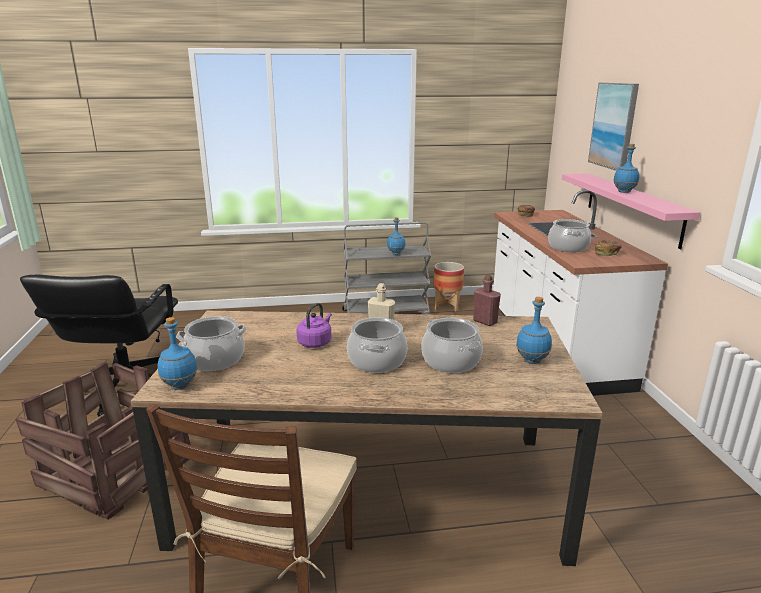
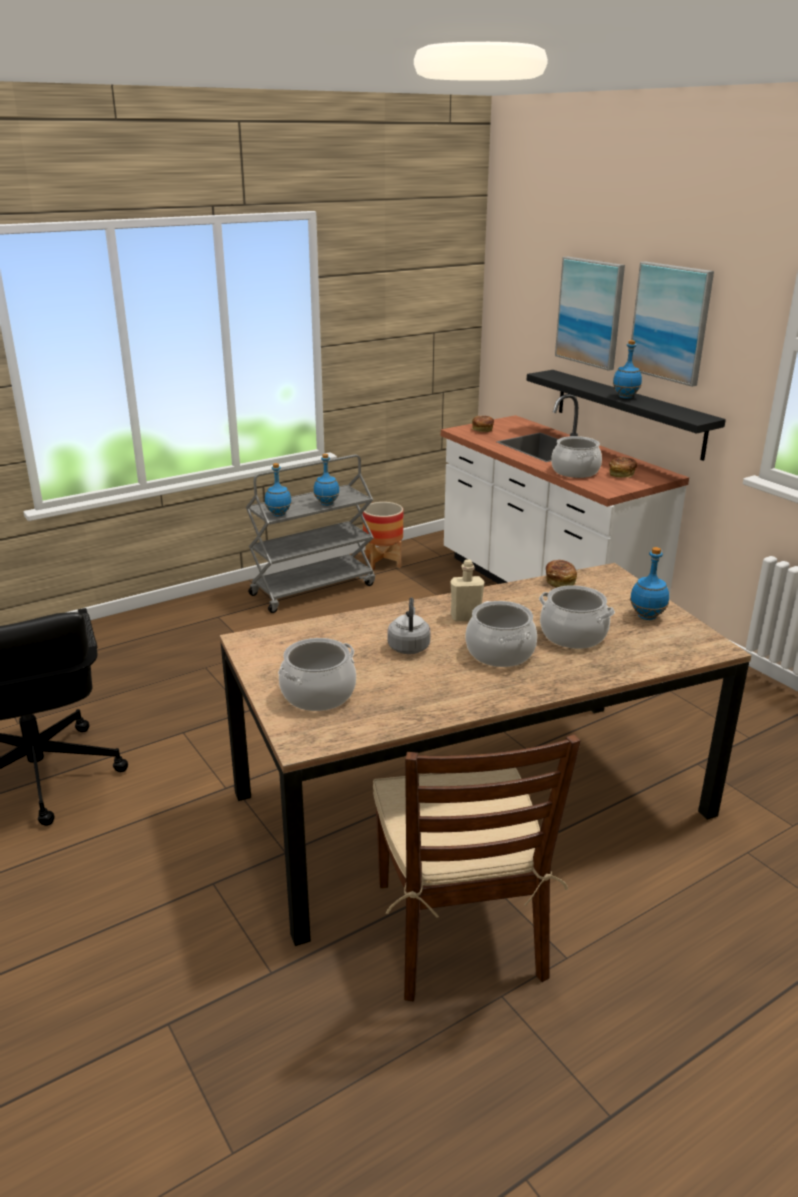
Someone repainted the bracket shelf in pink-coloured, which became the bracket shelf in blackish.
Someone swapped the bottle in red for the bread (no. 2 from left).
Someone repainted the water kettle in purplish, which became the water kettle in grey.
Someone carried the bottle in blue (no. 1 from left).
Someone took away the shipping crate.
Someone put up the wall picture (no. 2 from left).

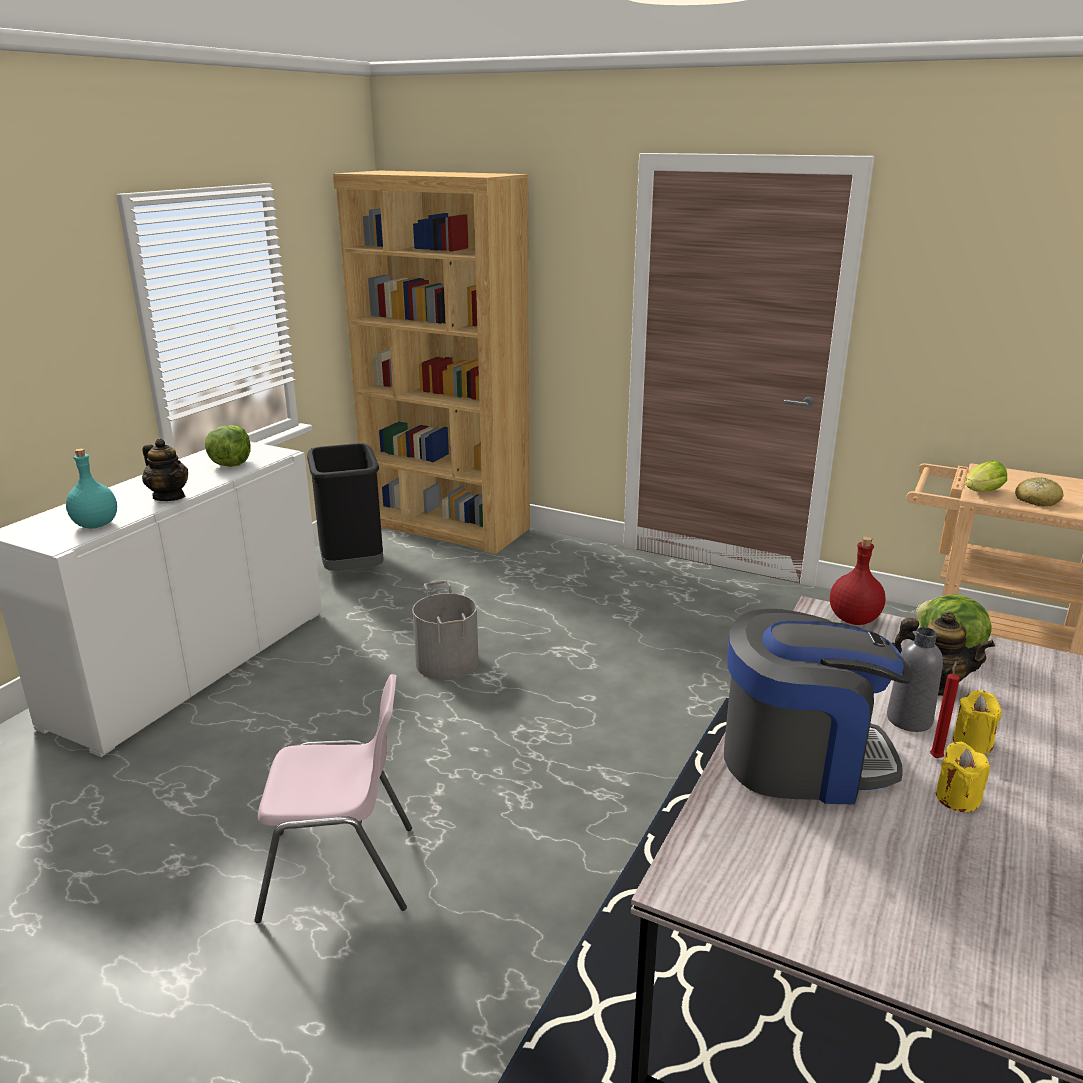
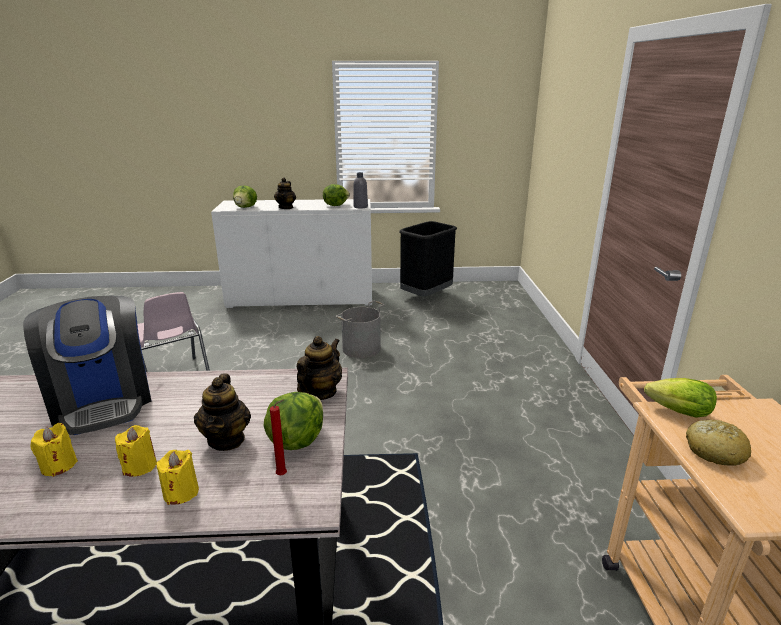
Someone took away the bookcase in brown-coloured.
Someone swapped the bottle in blue-green for the head of lettuce (no. 1 from left).
Someone swapped the bottle in red for the pot for tea (no. 3 from left).
Someone carried the bottle in grey.
Someone carried the candle in red.
Someone put down the candle in yellow-coloured (no. 3 from left).

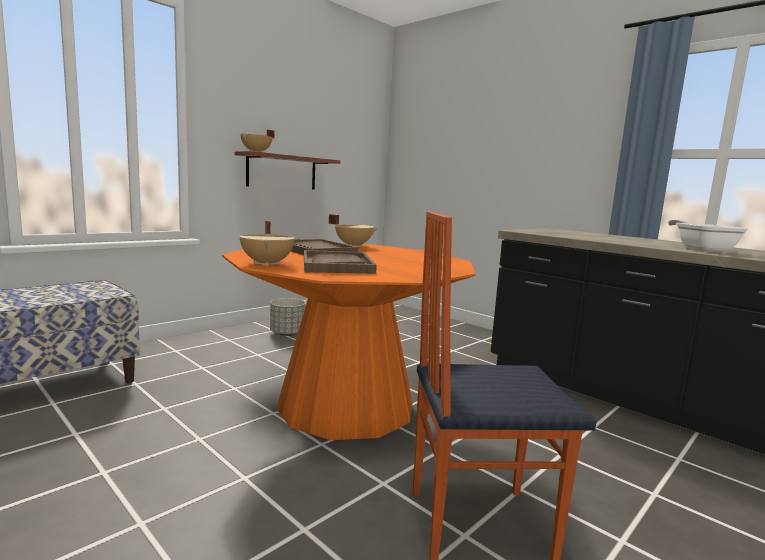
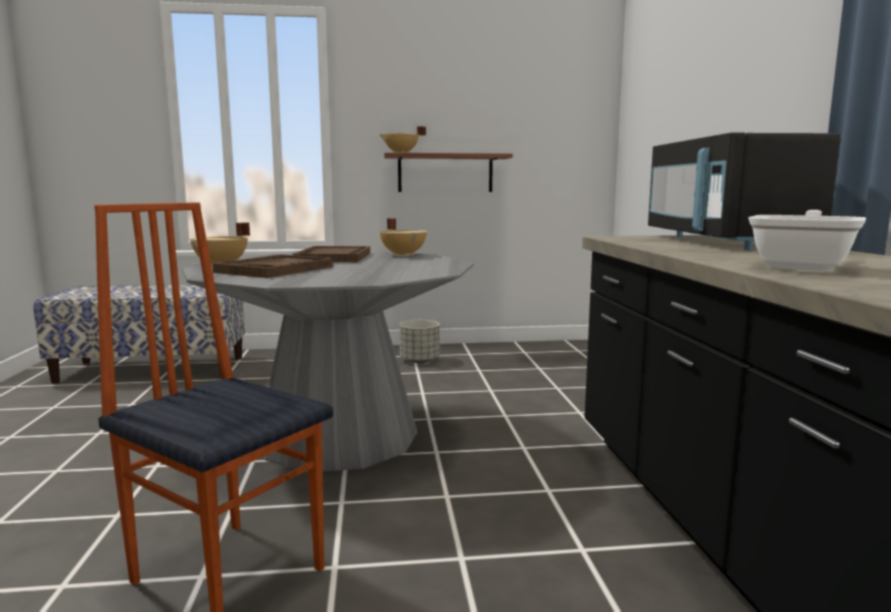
Someone repainted the dinner table in orange-coloured, which became the dinner table in grey.
Someone put down the microwave in blackish.

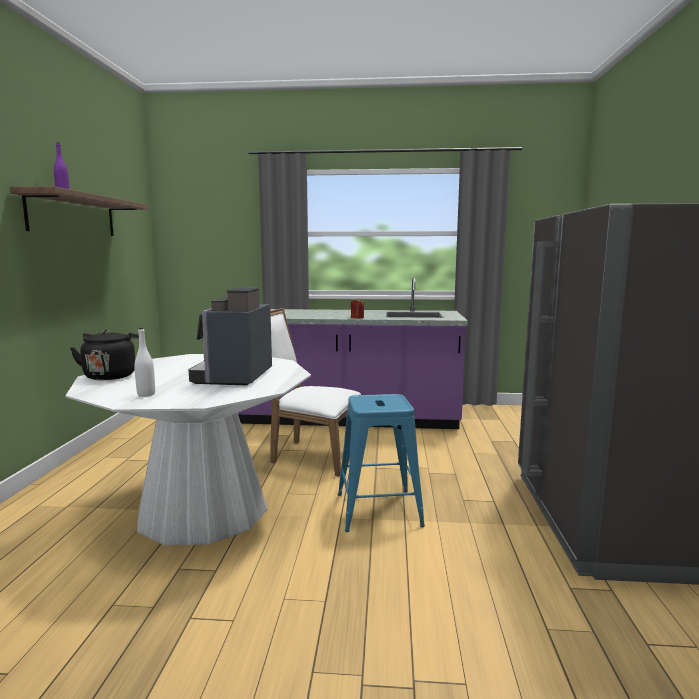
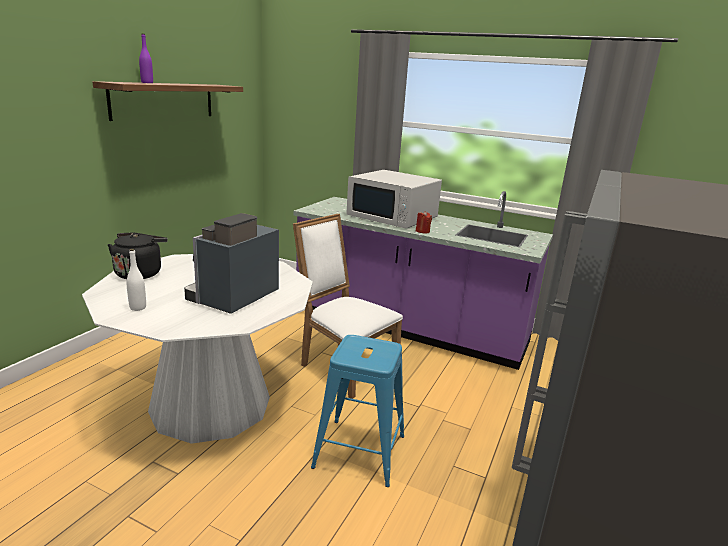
Someone put down the microwave in white.

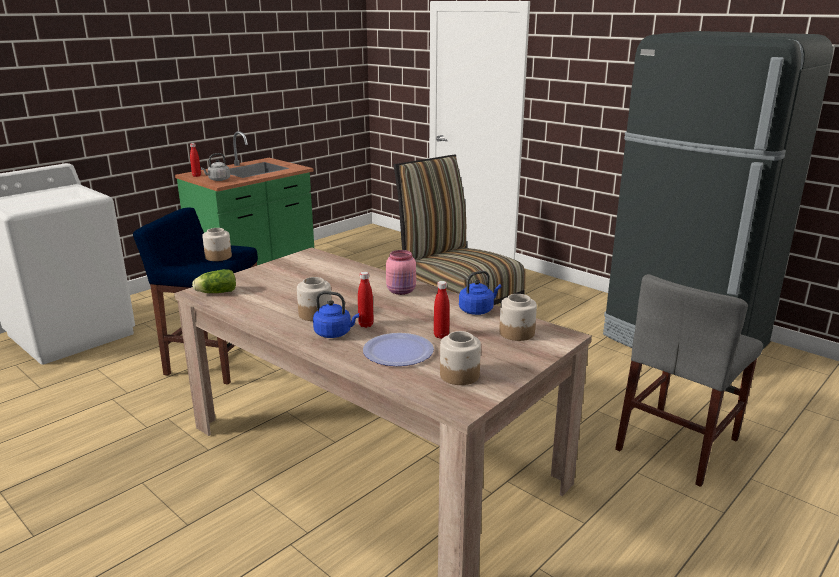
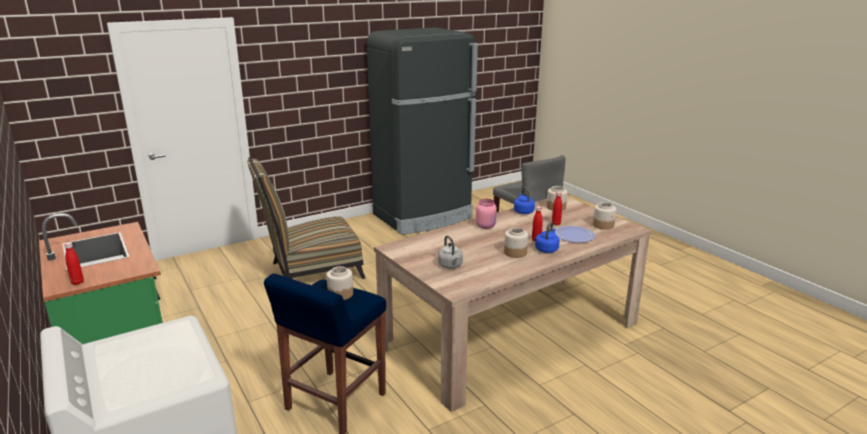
Someone carried the water kettle in grey.
Someone took away the head of lettuce.

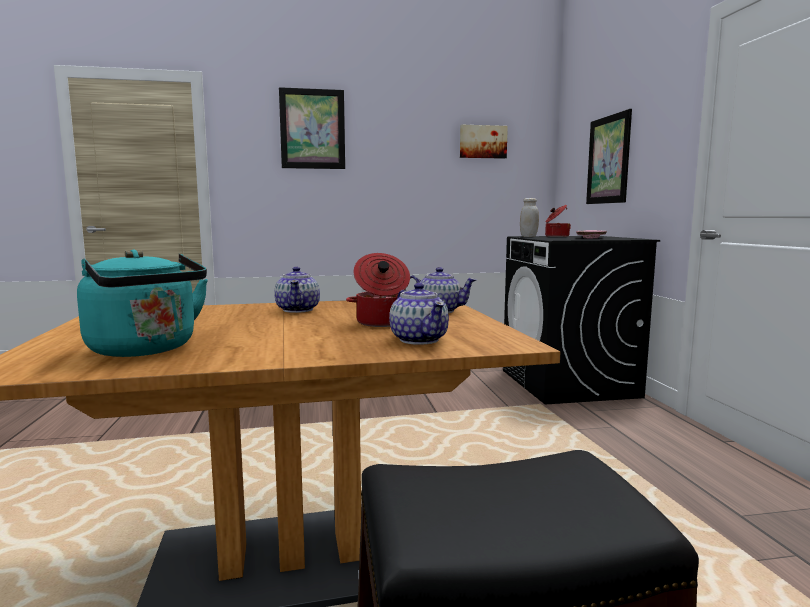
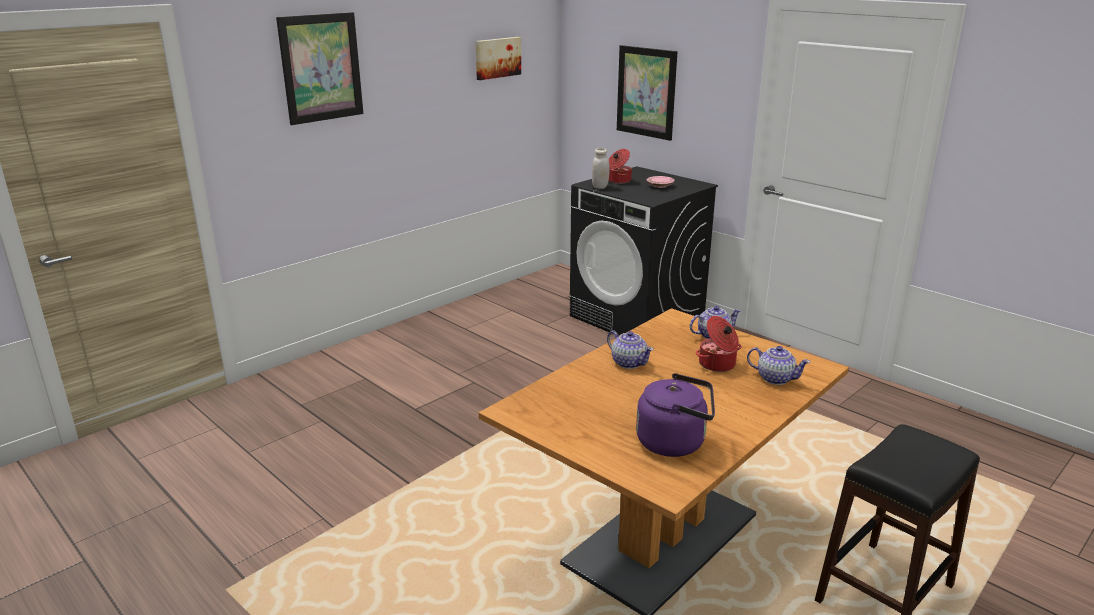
Someone repainted the water kettle in blue-green, which became the water kettle in purplish.

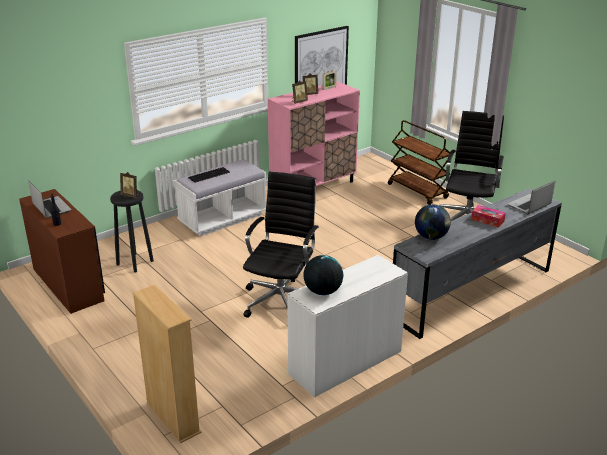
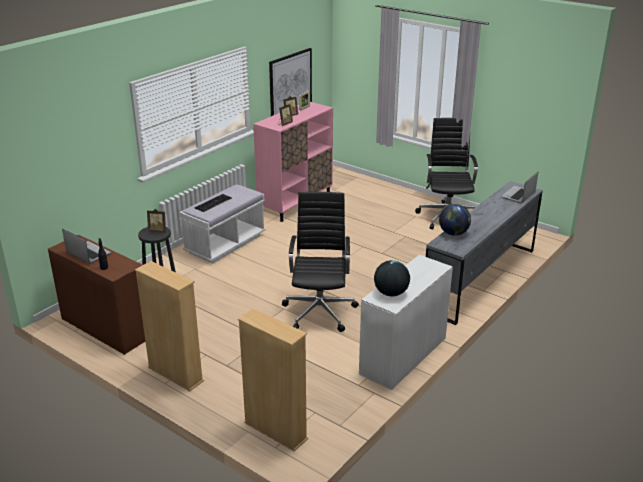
Someone took away the wheeled cart in brown-coloured.
Someone took away the tissue box.
Someone put down the bookcase in beige (no. 1 from left).

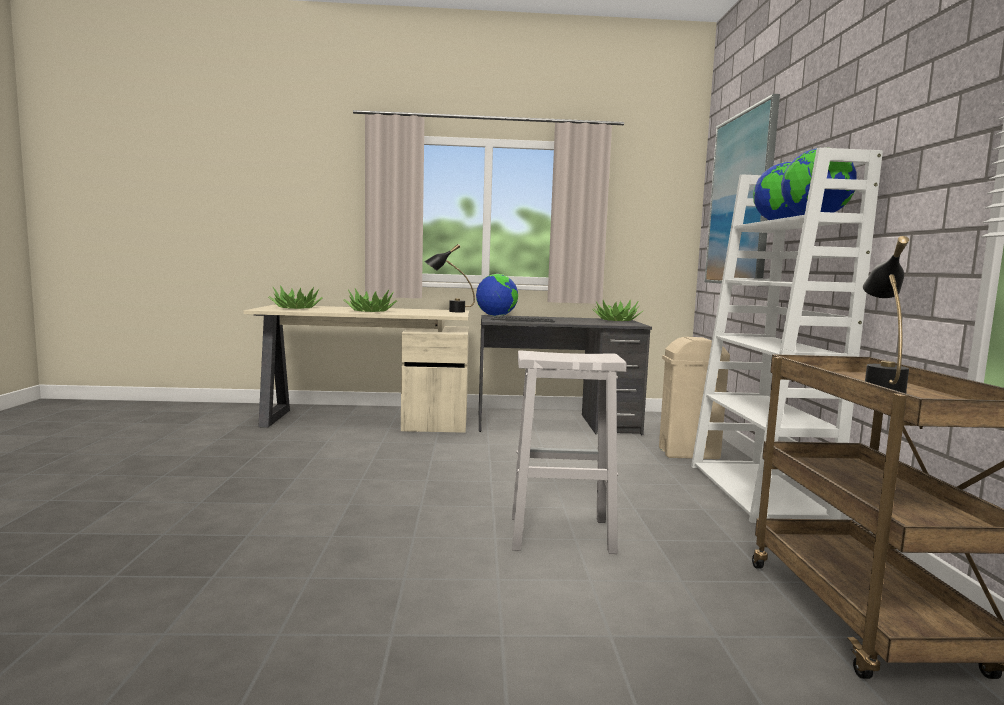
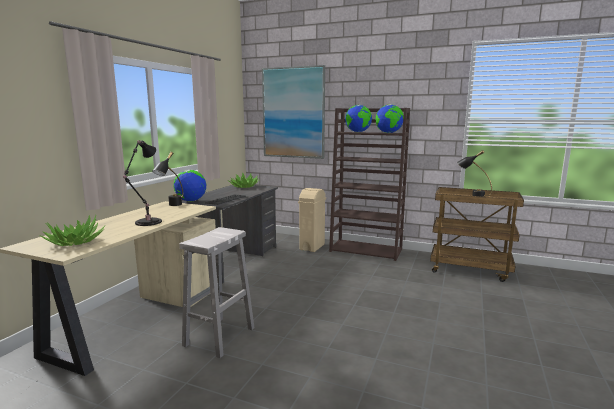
Someone repainted the bookcase in white, which became the bookcase in brown-coloured.
Someone swapped the plant in a pot (no. 2 from left) for the lamp for a table in blackish (no. 1 from left).
Someone carried the stool in white.

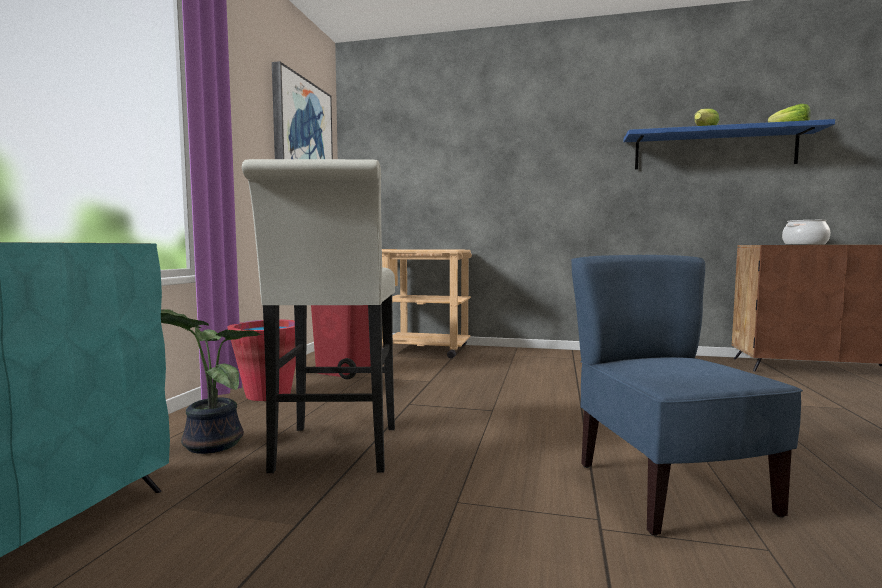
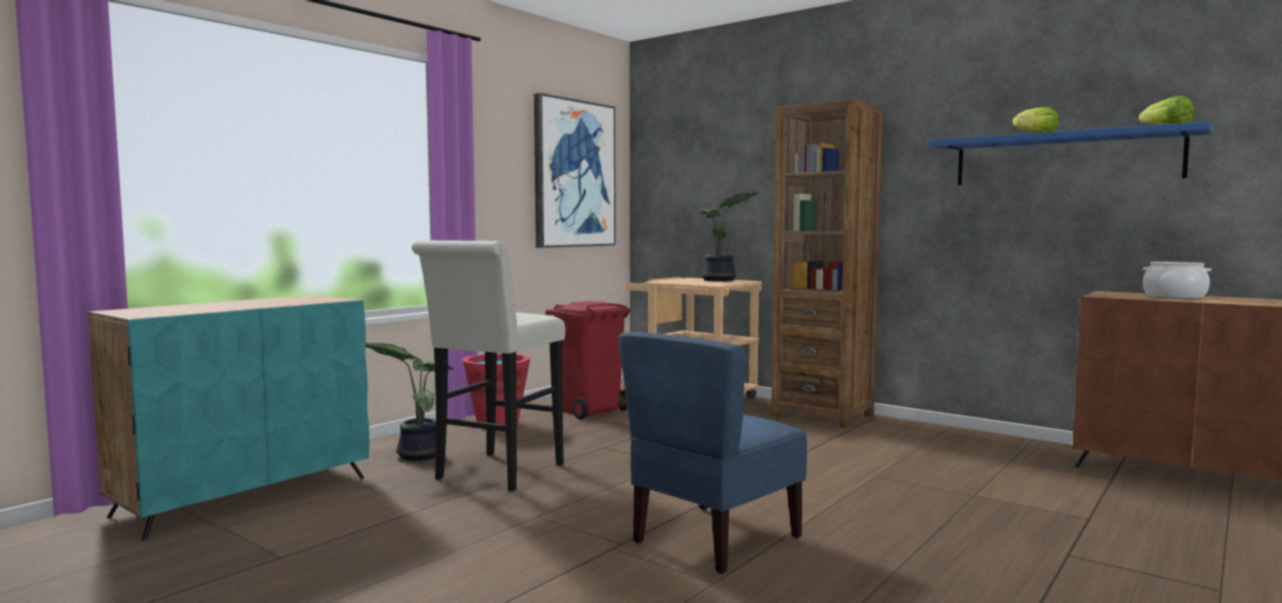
Someone rotated the upright chair in blue by 150 degrees counterclockwise.
Someone put down the bookcase in brown-coloured.
Someone put down the plant in a pot (no. 2 from left).

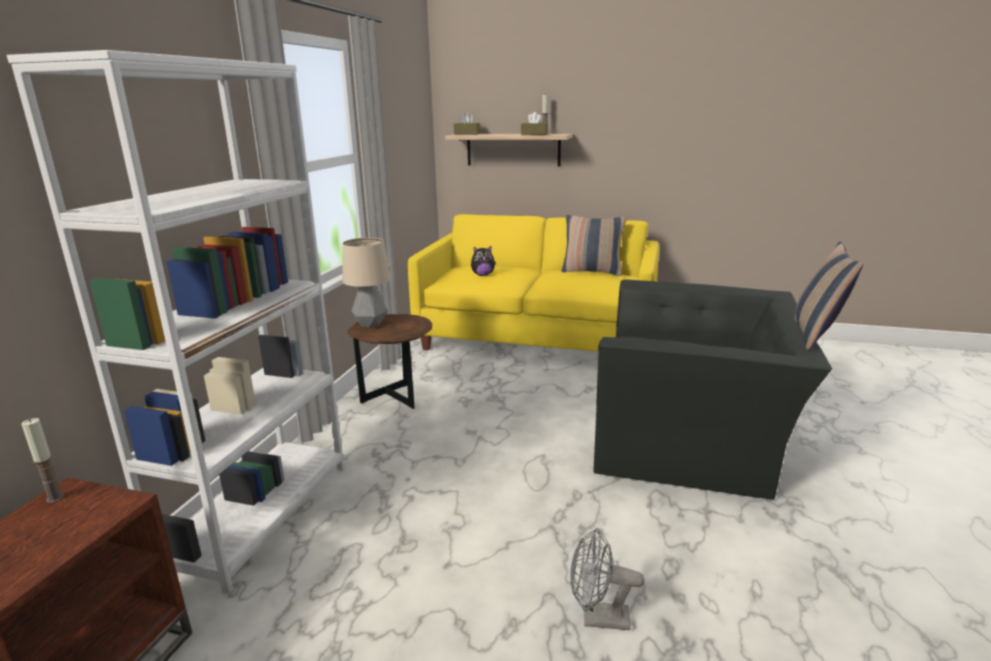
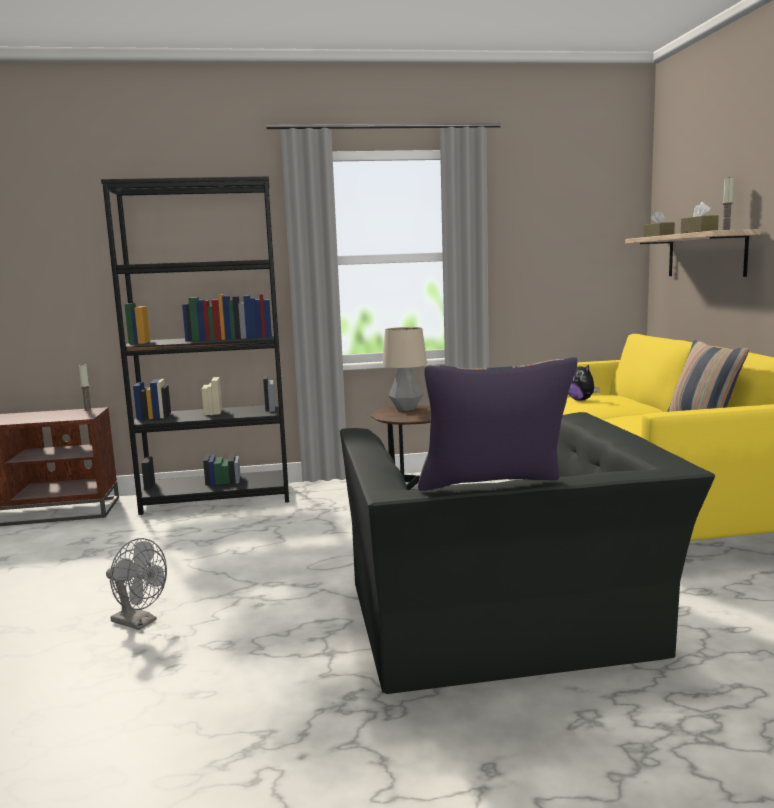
Someone repainted the bookcase in white, which became the bookcase in blackish.
Someone rotated the cooling fan in grey by 135 degrees clockwise.

